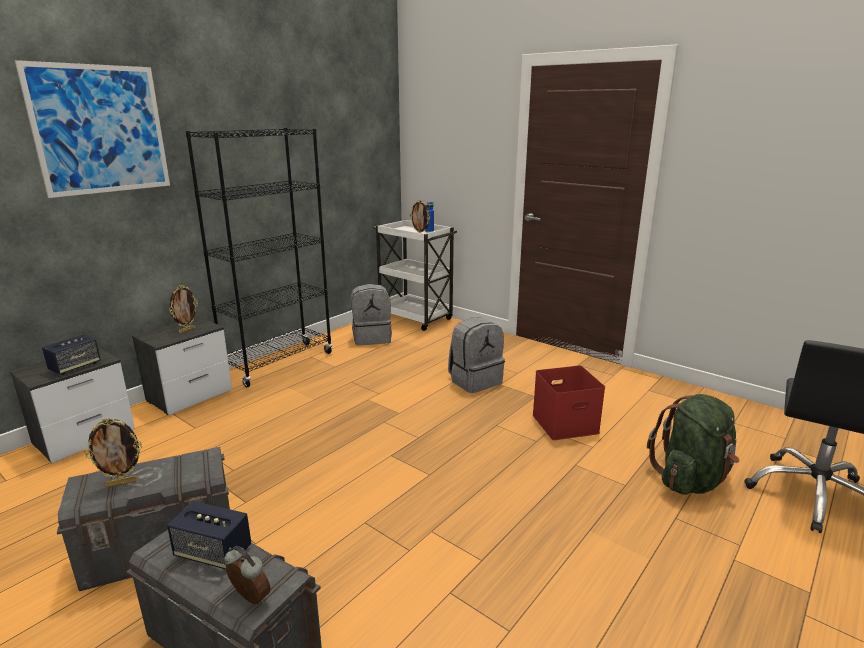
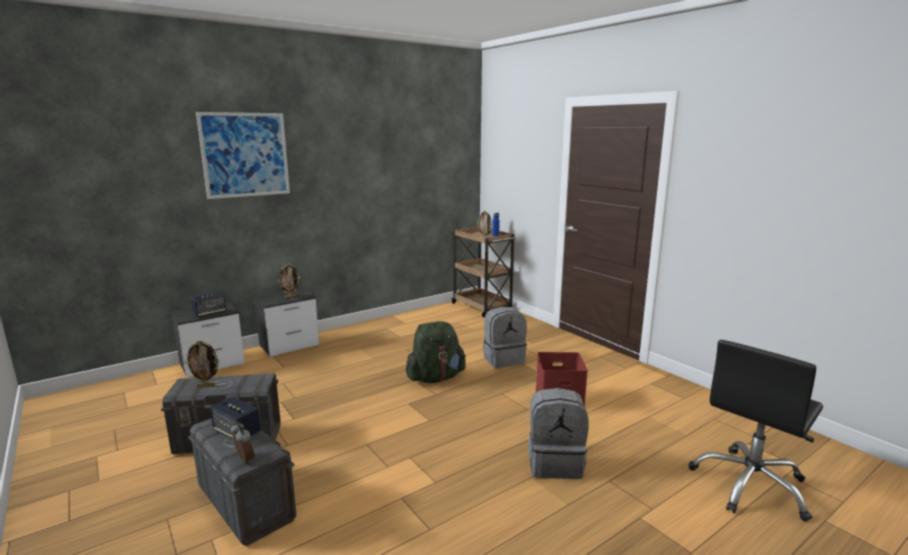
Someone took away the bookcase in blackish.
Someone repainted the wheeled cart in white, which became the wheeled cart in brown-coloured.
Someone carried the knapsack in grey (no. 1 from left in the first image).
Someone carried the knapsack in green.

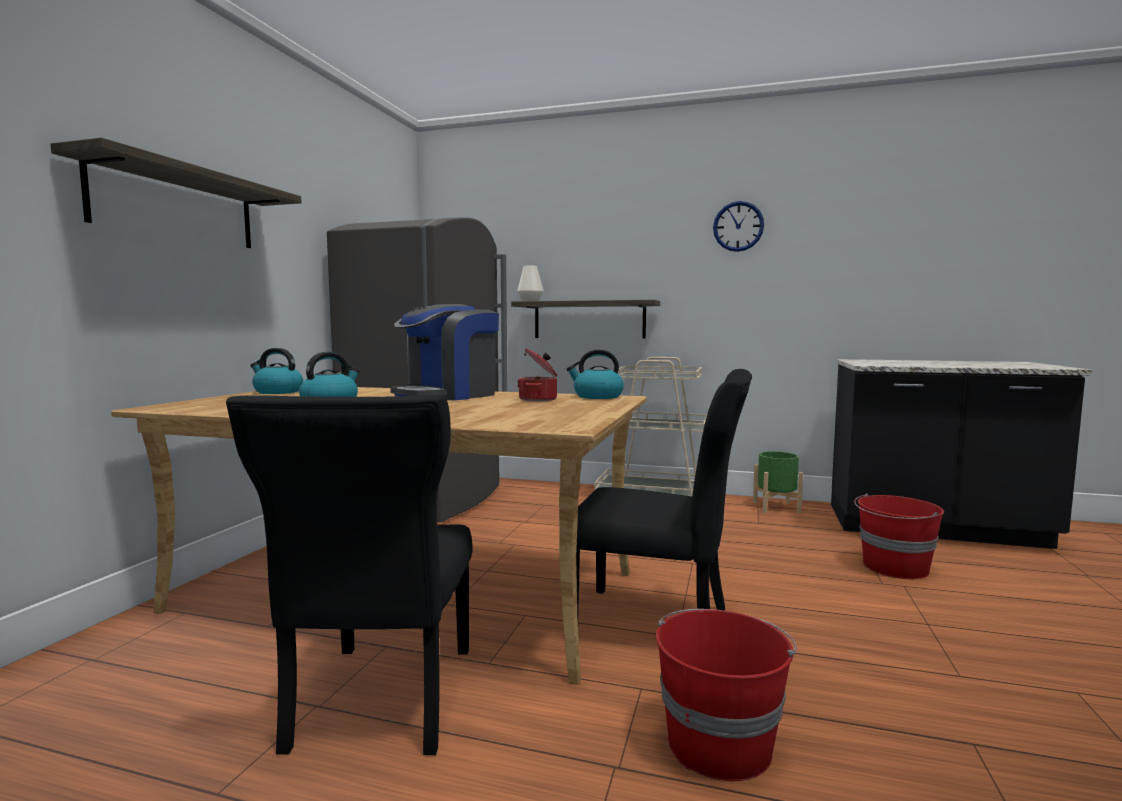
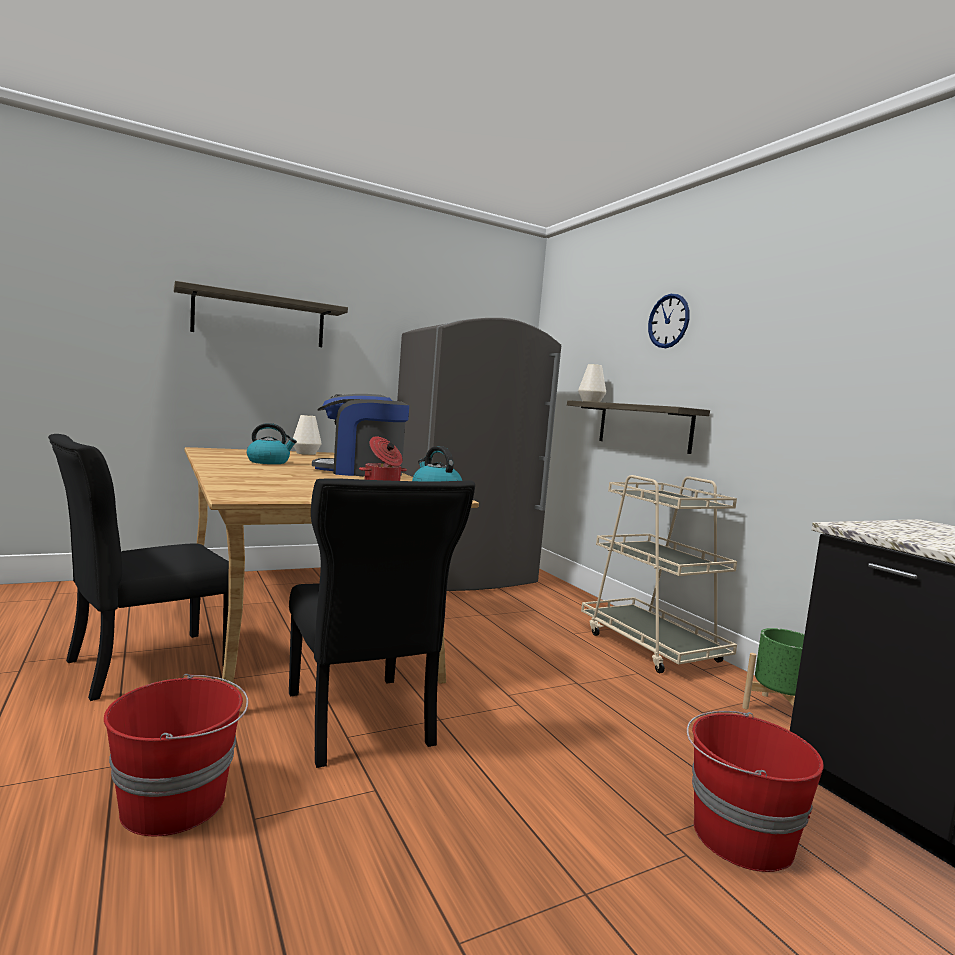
Someone carried the hanging clock.
Someone swapped the water kettle (no. 1 from left) for the vase in white (no. 1 from left).

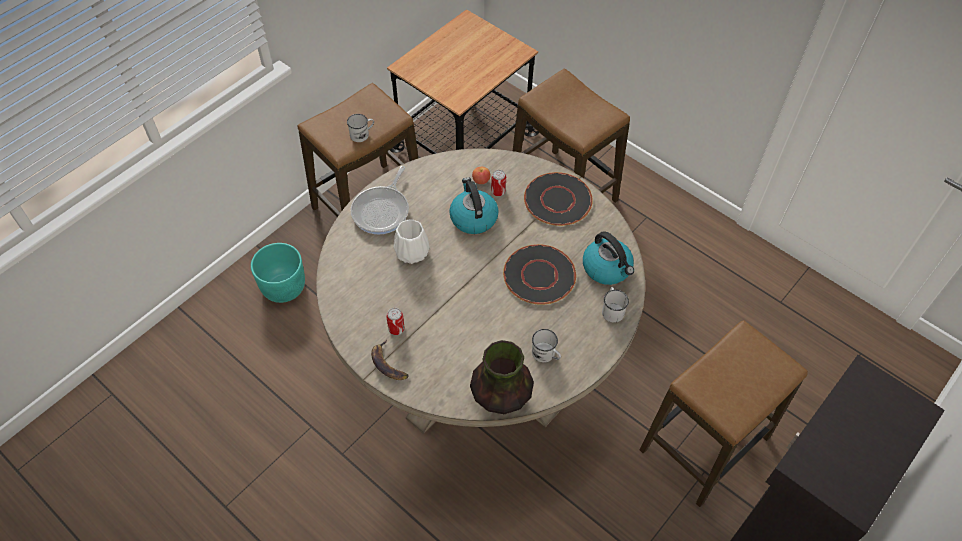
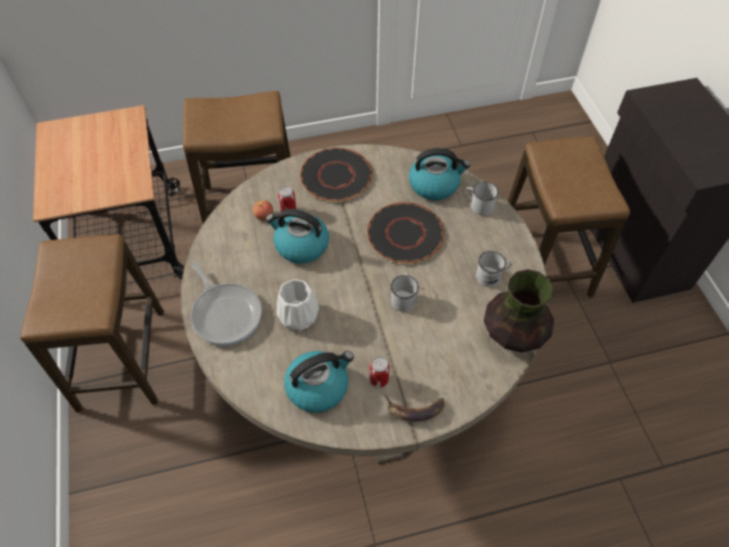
Someone carried the coffee mug in white (no. 1 from left).
Someone took away the planter in blue-green.
Someone put down the water kettle (no. 2 from left).

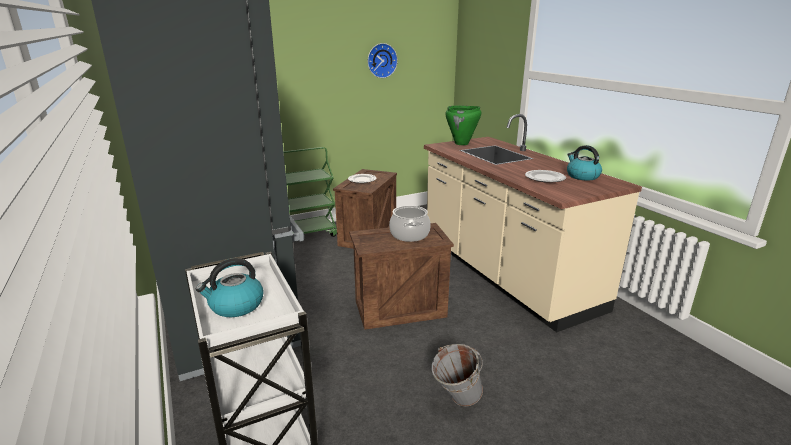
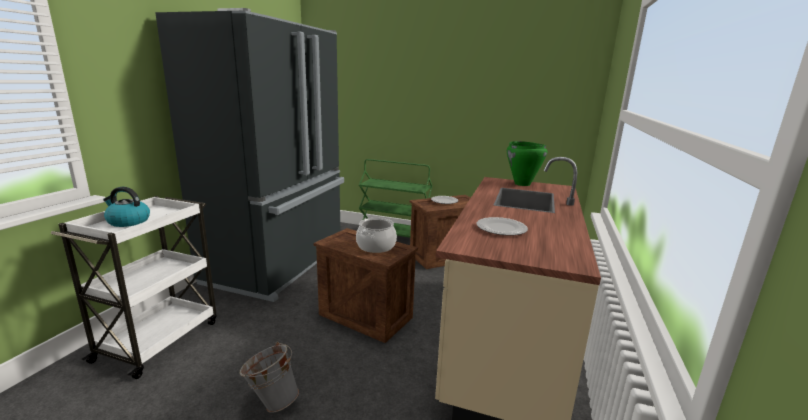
Someone took away the hanging clock.
Someone took away the water kettle (no. 2 from left).

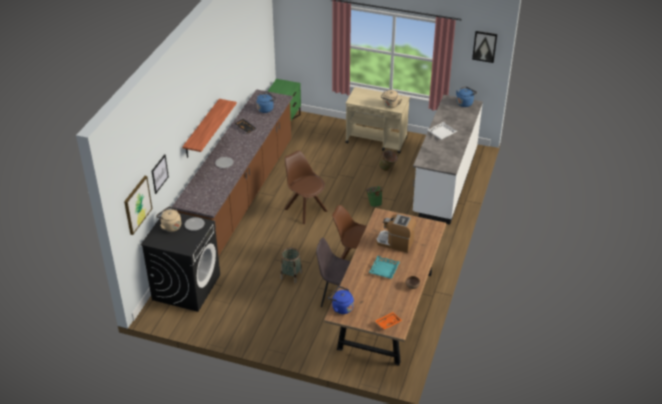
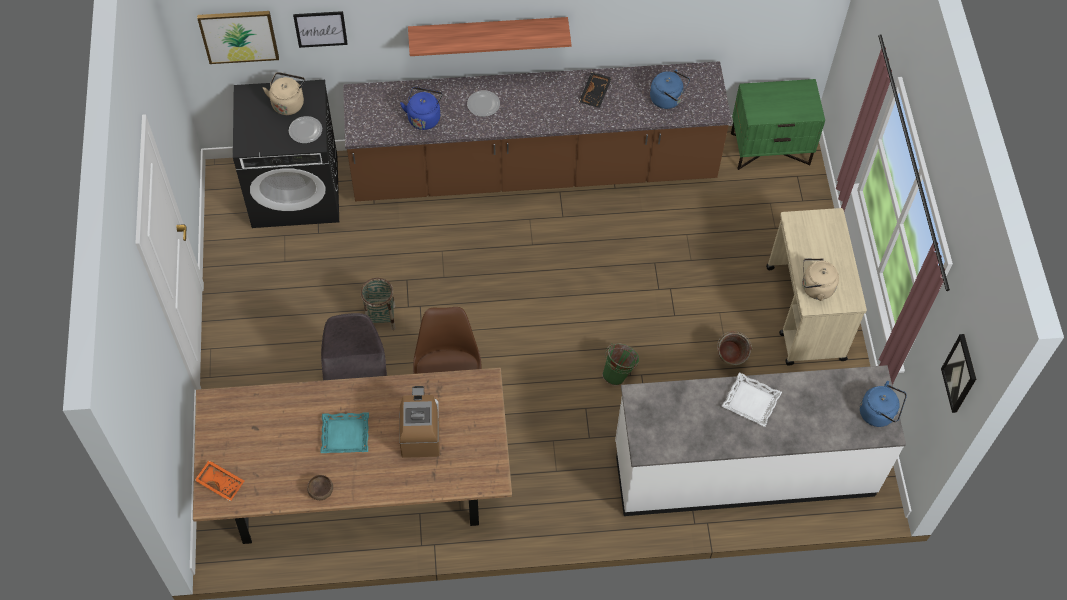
Someone took away the upright chair in brown-coloured (no. 1 from left).
Someone carried the water kettle in blue (no. 2 from left in the first image).

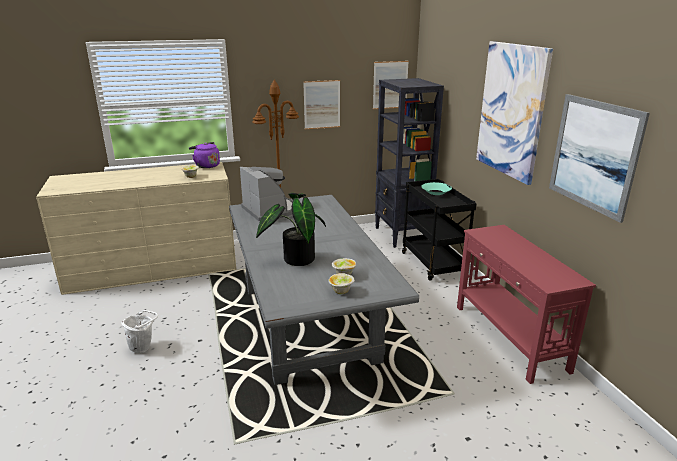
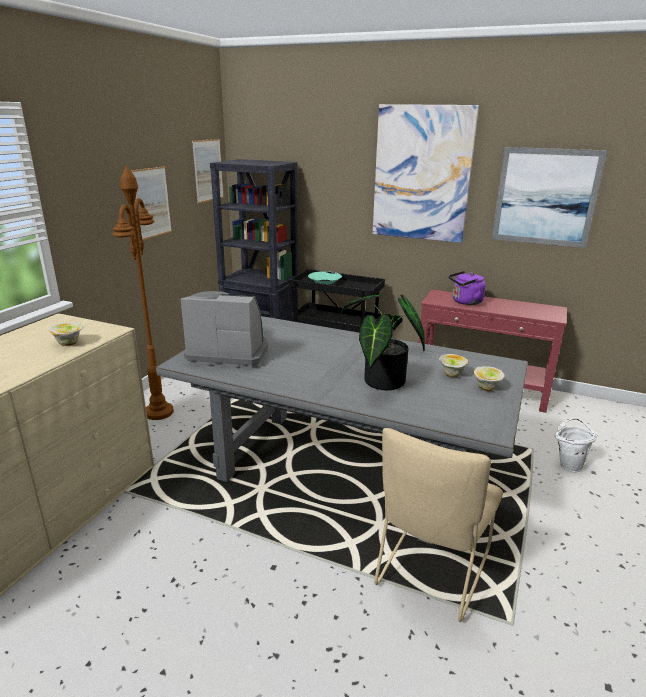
Someone carried the water kettle in purplish.
Someone carried the water bucket in white.
Someone put down the upright chair in beige.

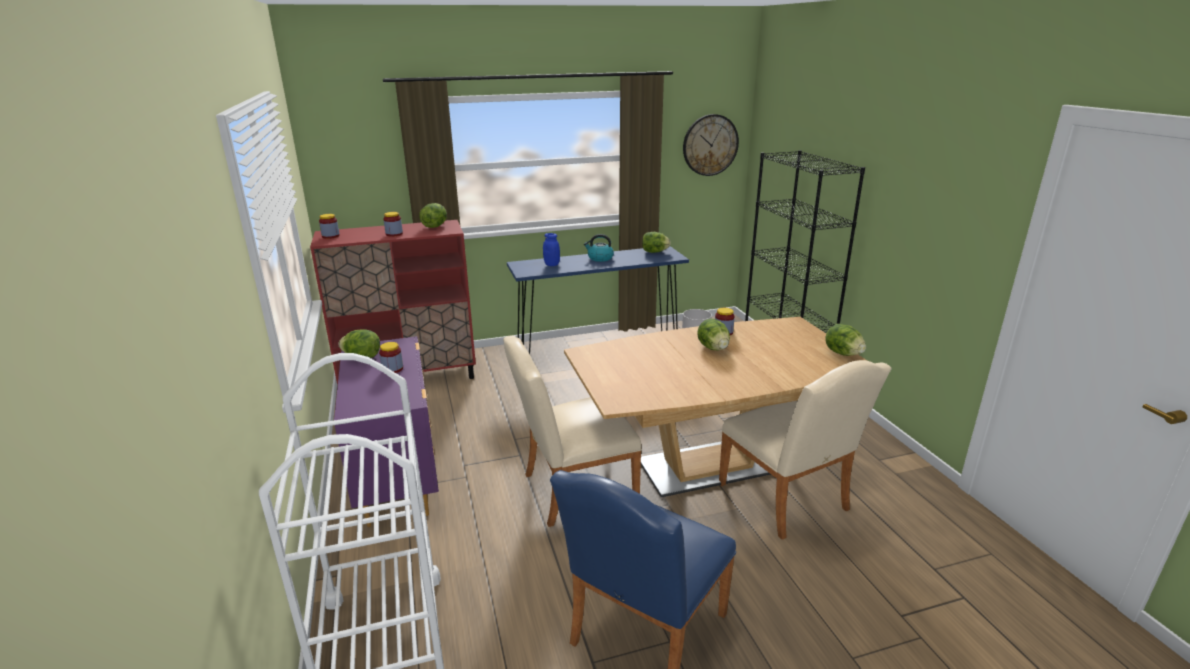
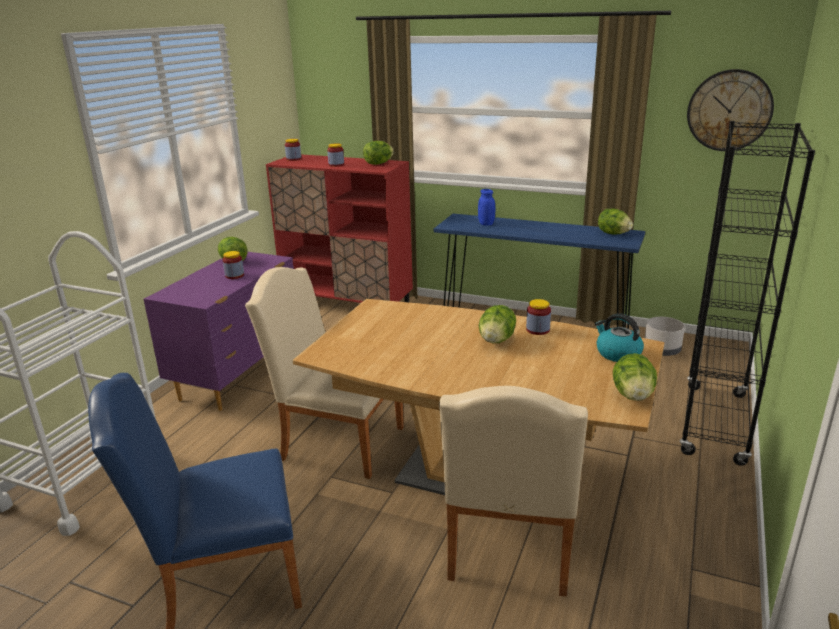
Someone carried the water kettle.

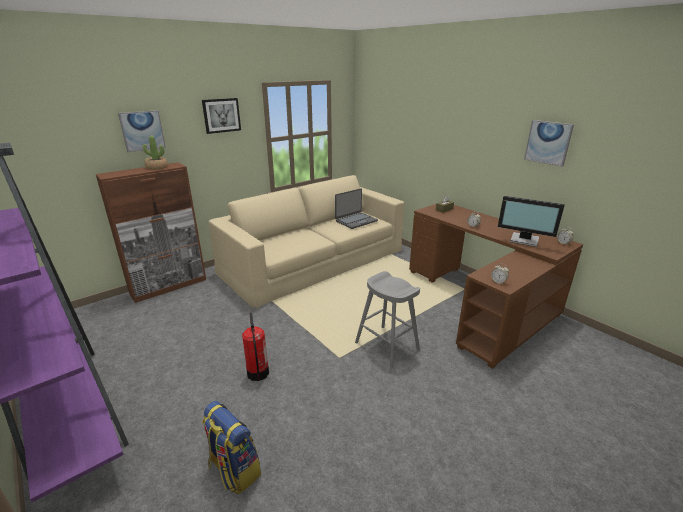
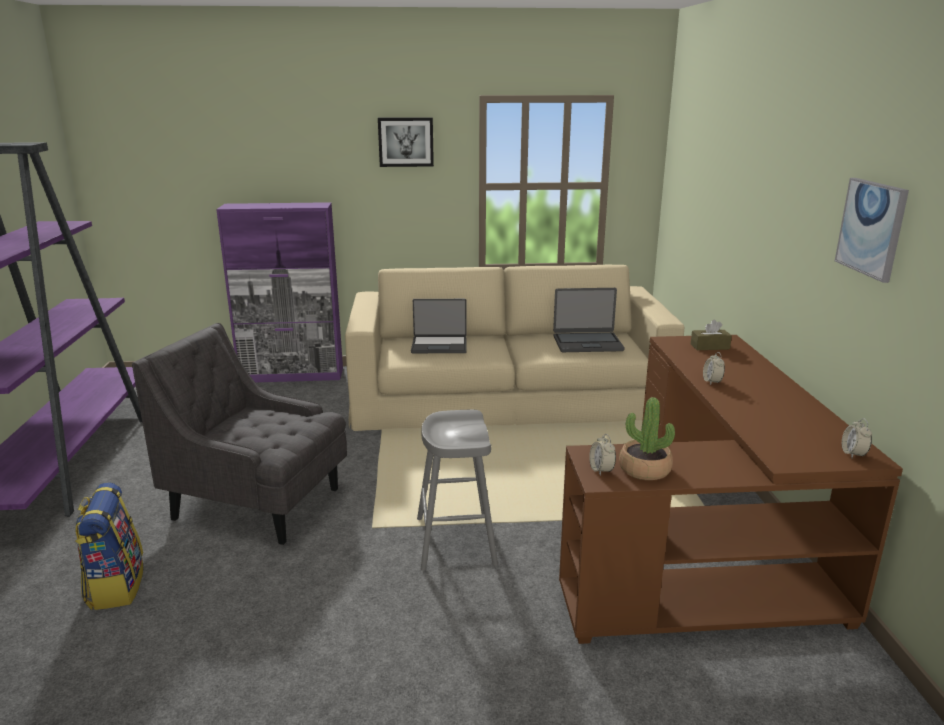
Someone took away the wall picture (no. 1 from left).
Someone carried the plant in a pot.
Someone repainted the cupboard in brown-coloured, which became the cupboard in purplish.
Someone took away the computer screen.
Someone swapped the extinguisher for the lounge chair in grey.
Someone put down the portable computer (no. 1 from left).

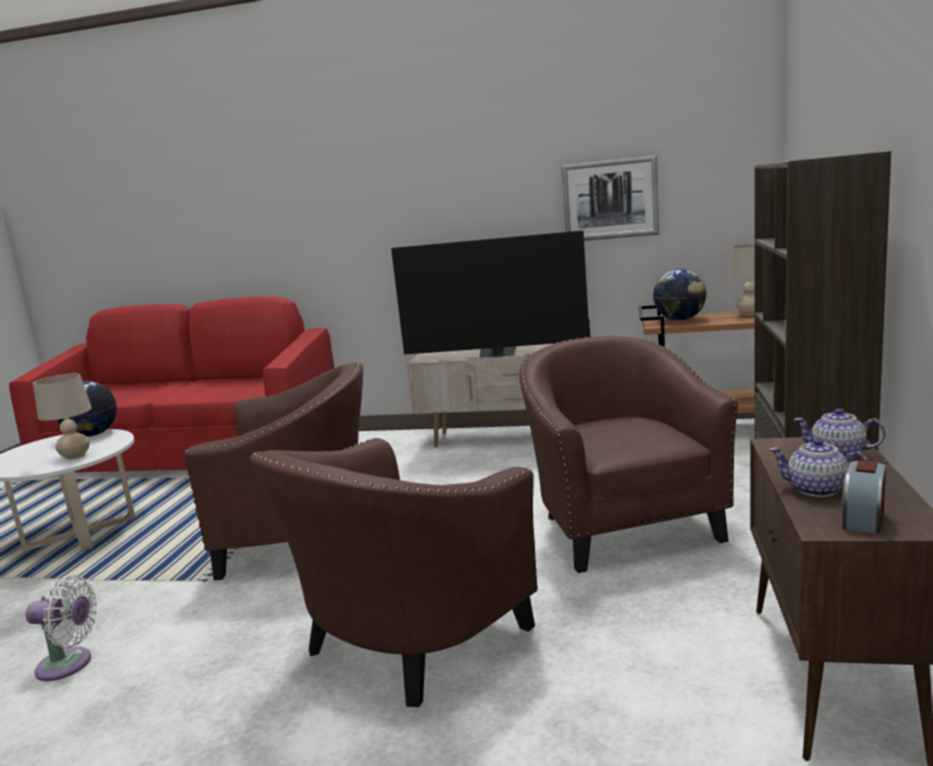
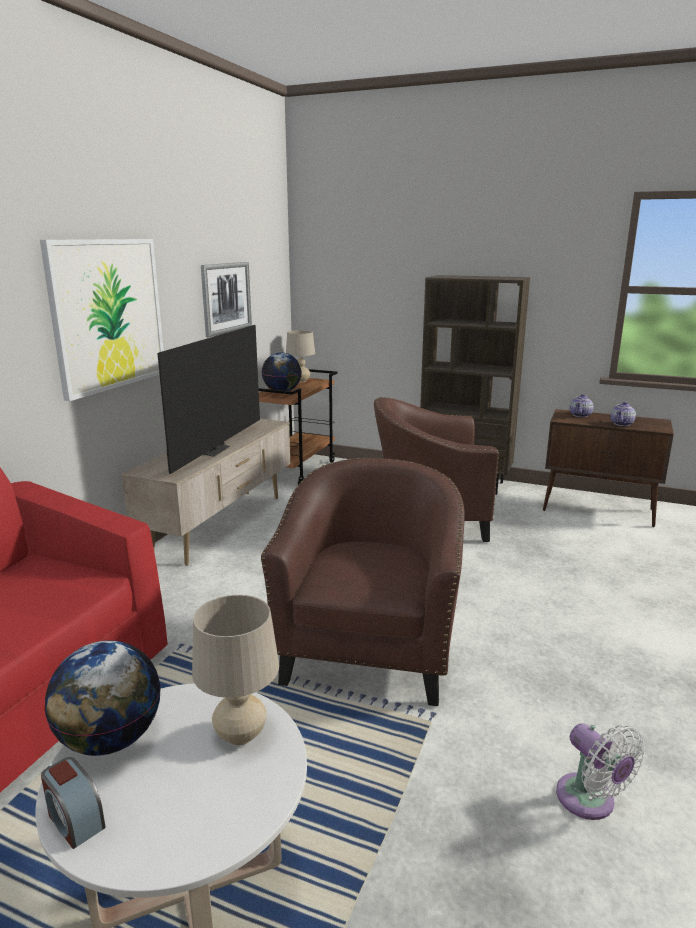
Someone took away the lounge chair in brown-coloured (no. 2 from left).
Someone carried the table clock.
Someone rotated the cooling fan in white by 135 degrees clockwise.
Someone put up the wall picture (no. 1 from left).

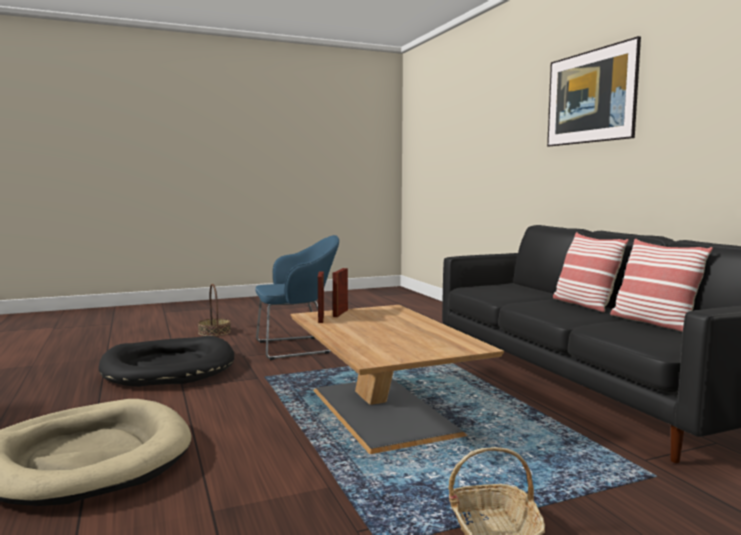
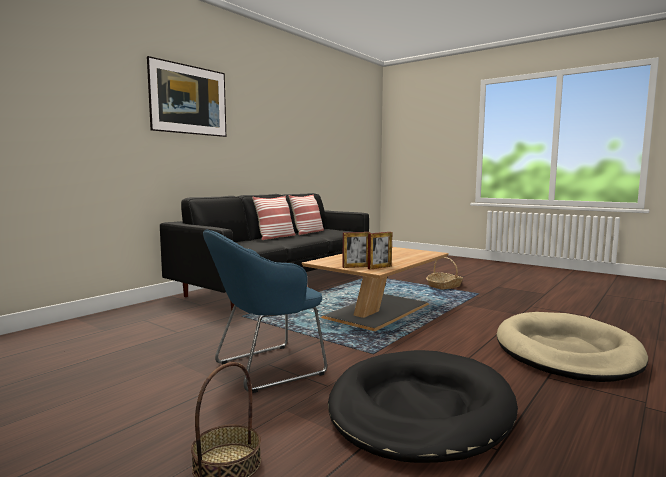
Someone rotated the lounge chair in blue by 75 degrees counterclockwise.

